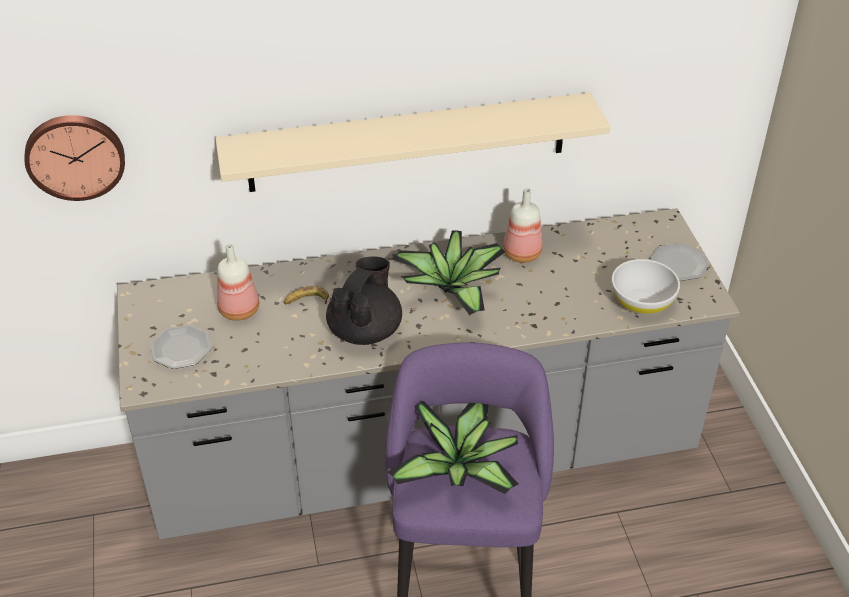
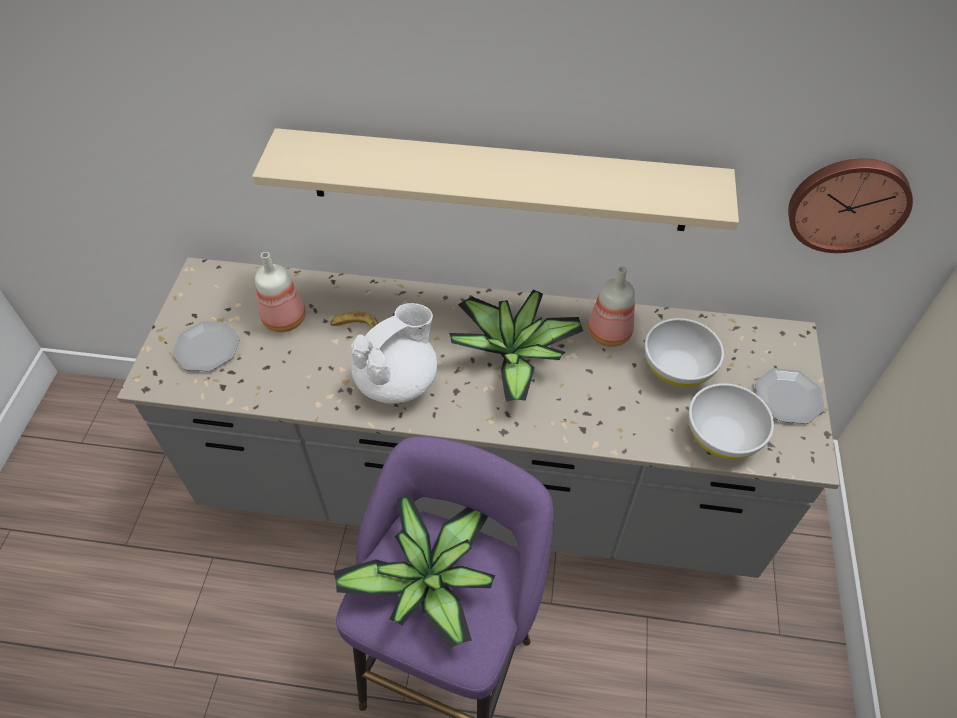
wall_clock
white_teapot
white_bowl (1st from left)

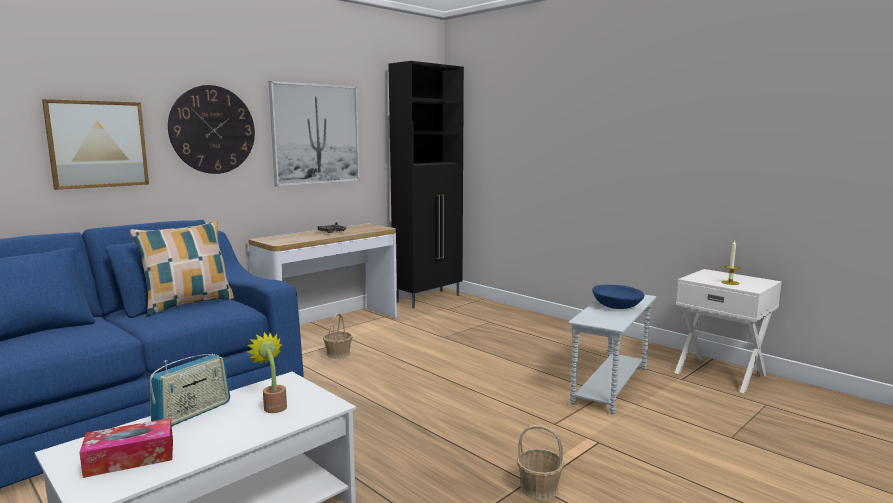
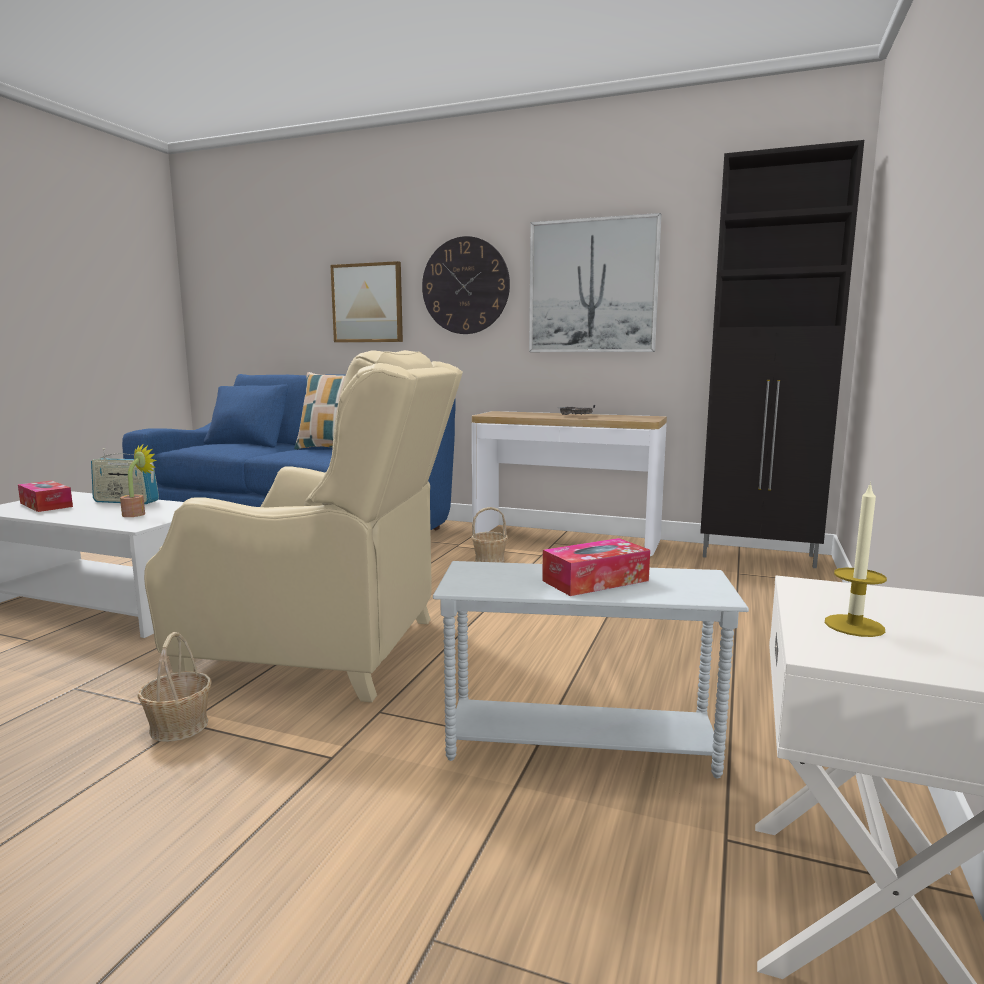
tissue_box (2nd from left)
beige_armchair

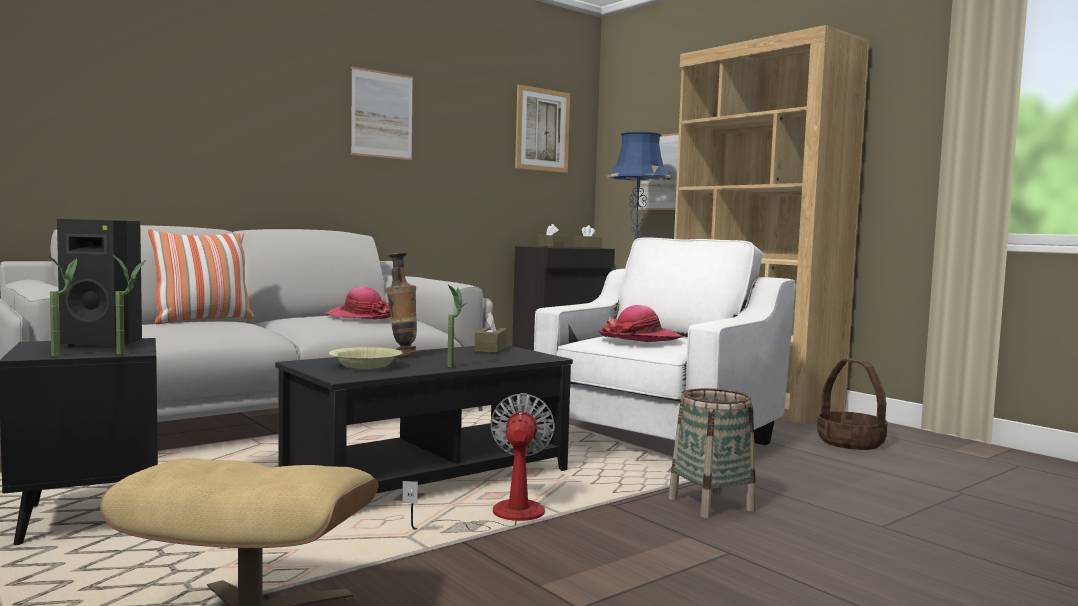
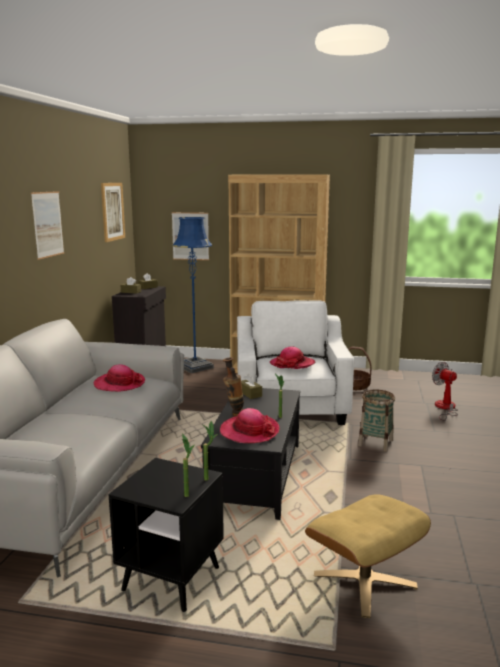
black_speaker
pillow
hat (2nd from left)
fan

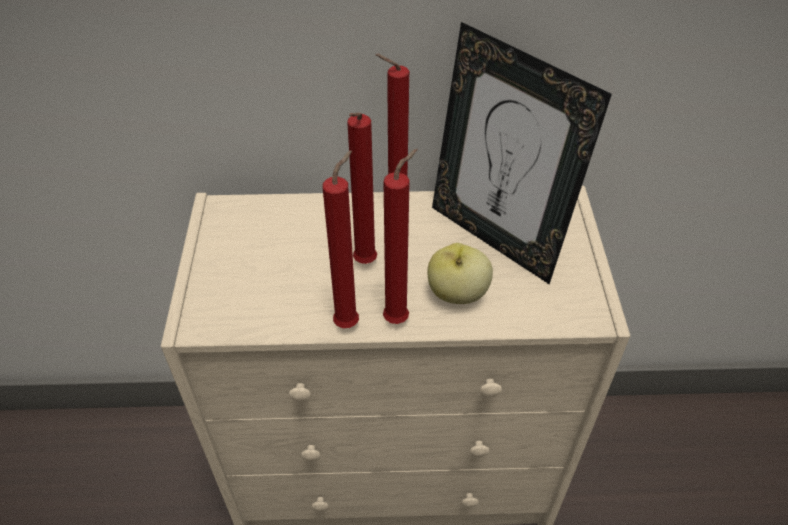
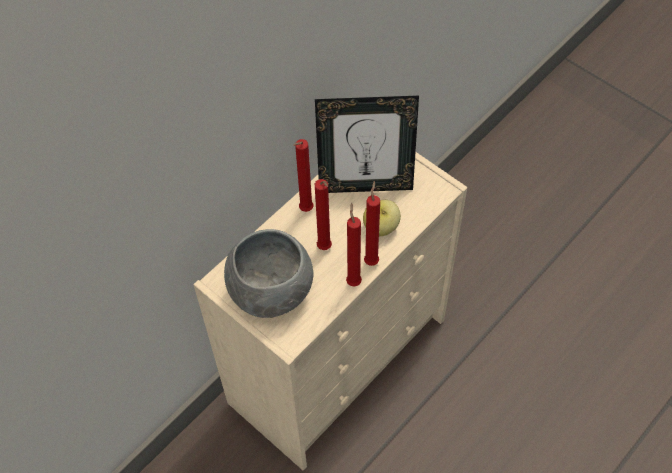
grey_bowl

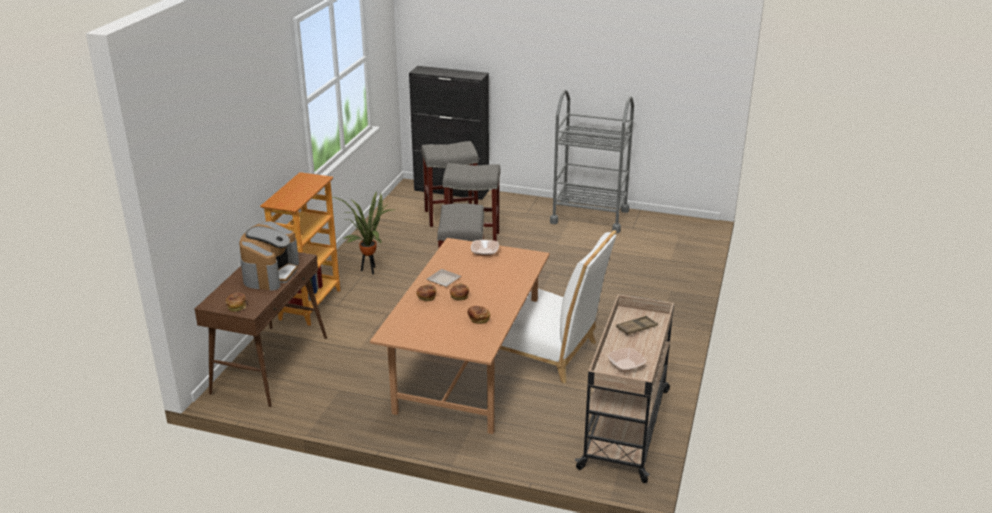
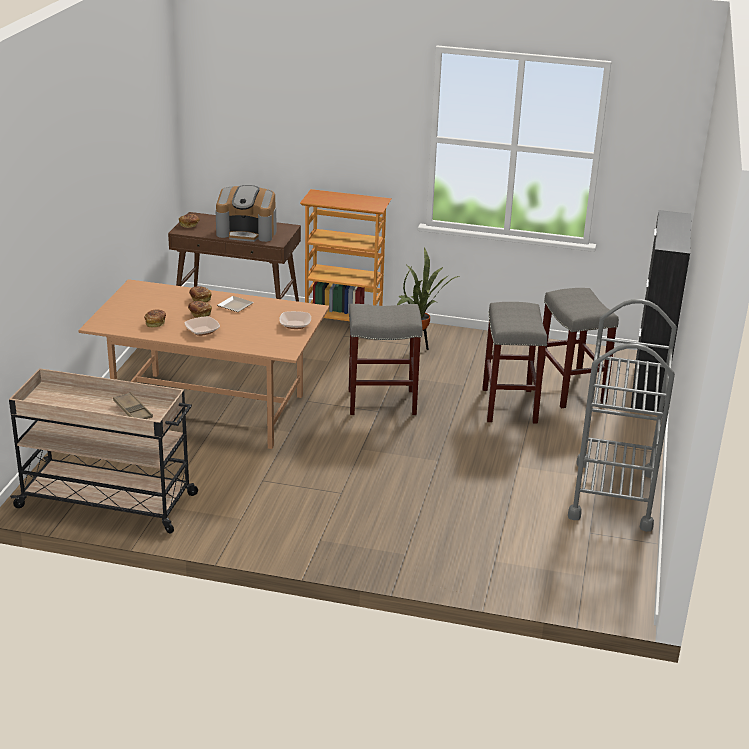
white_chair
bowl (1st from left)

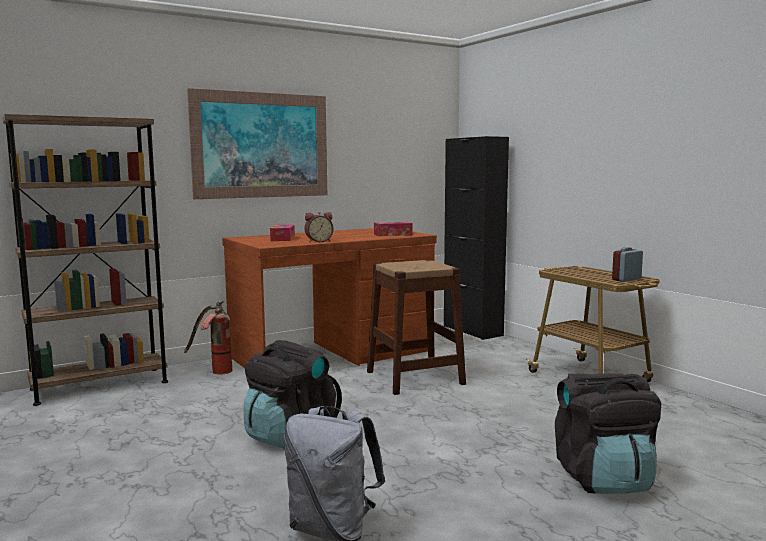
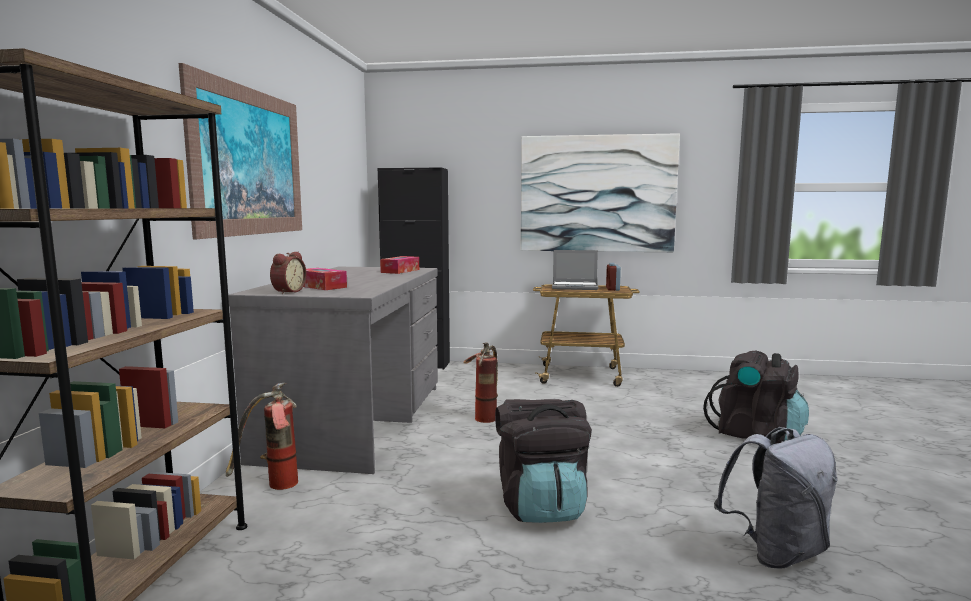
grey_desk
alarm_clock (1st from left)
fire_extinguisher (2nd from left)
picture (2nd from left)
laptop

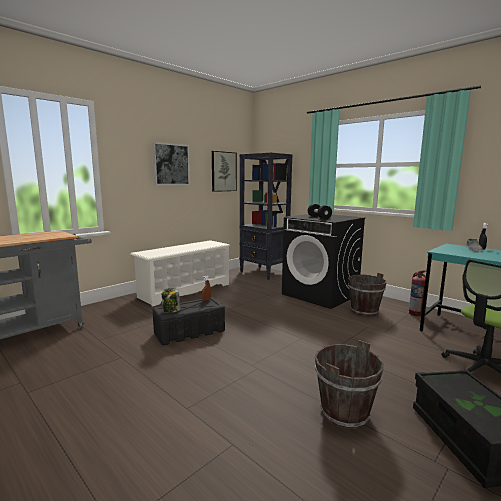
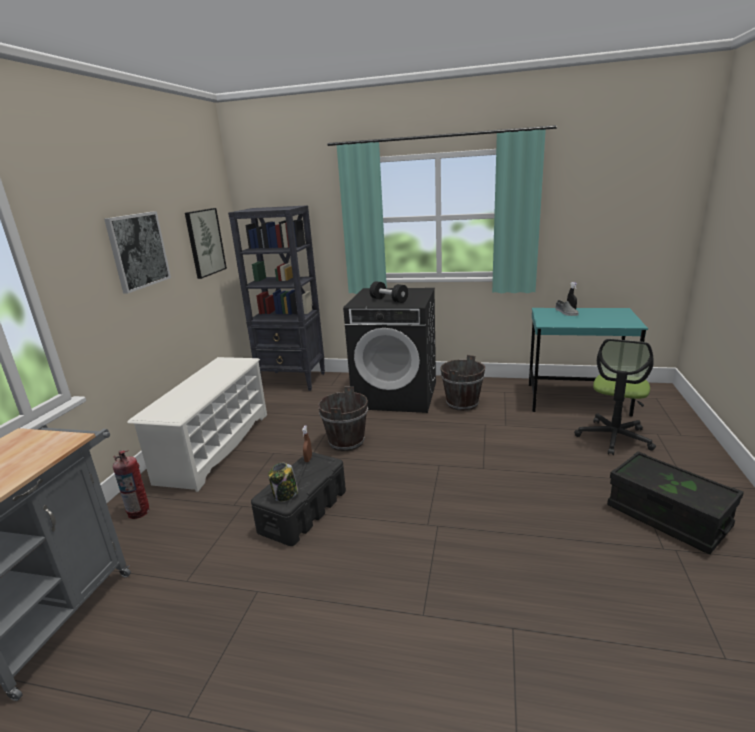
brown_bucket (1st from left)
fire_extinguisher

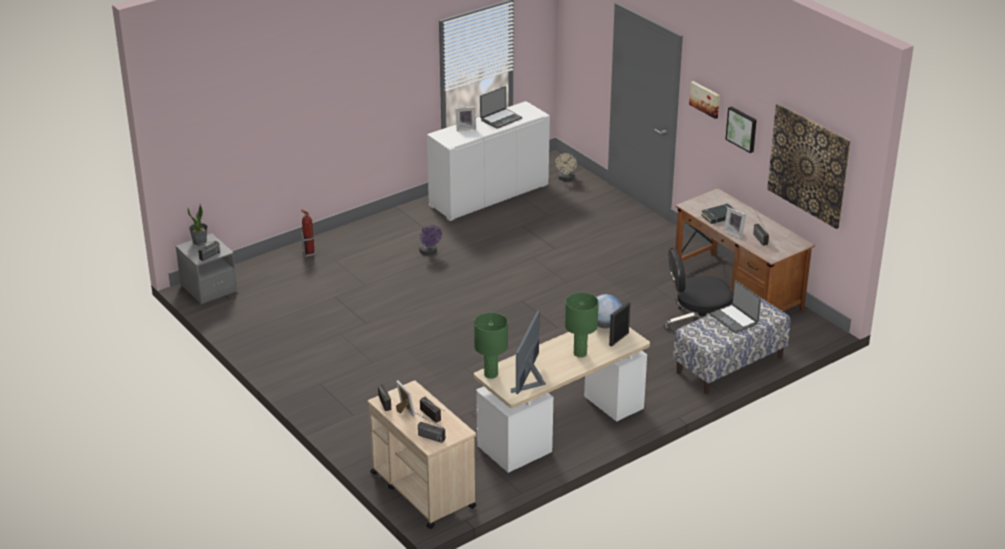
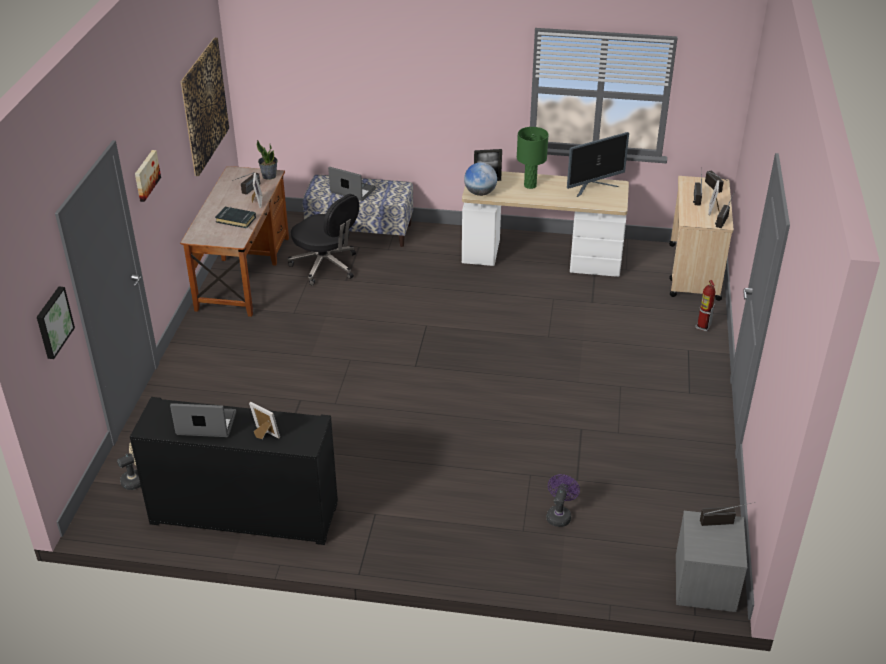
potted_plant
fire_extinguisher
purple_fan
black_cabinet
green_table_lamp (1st from left in the first image)
laptop (2nd from left)
picture (1st from left)

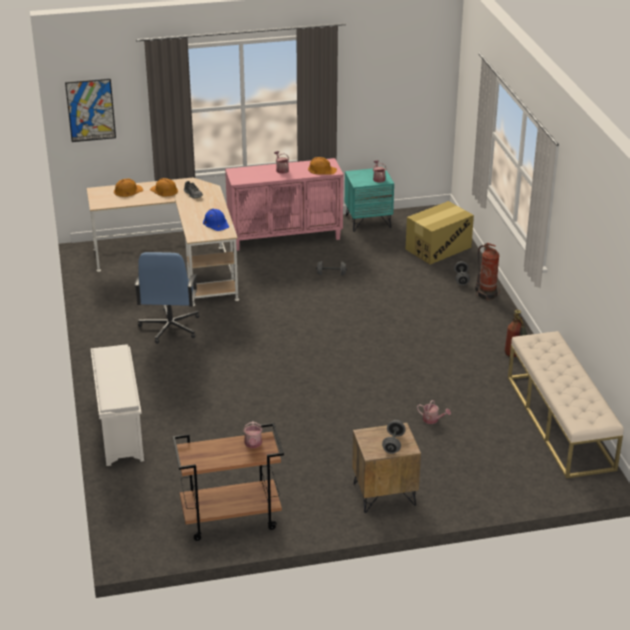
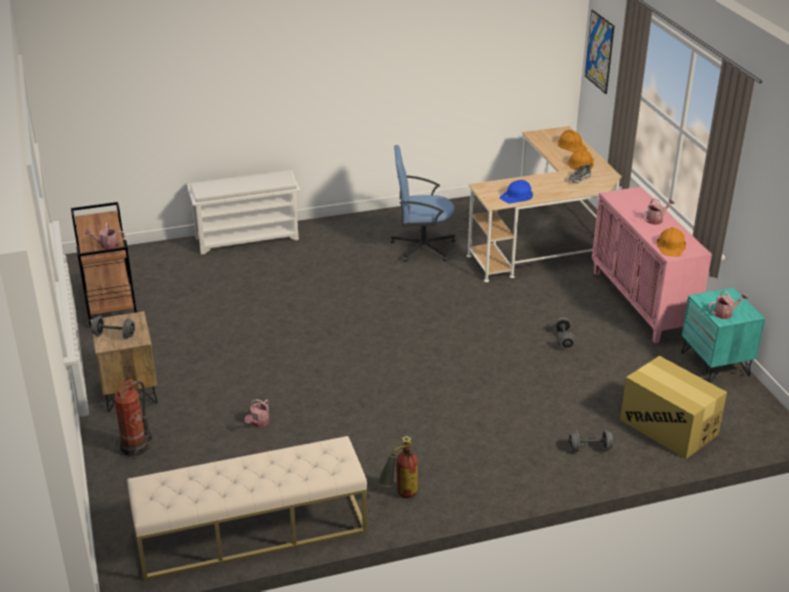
fire_extinguisher (1st from left)

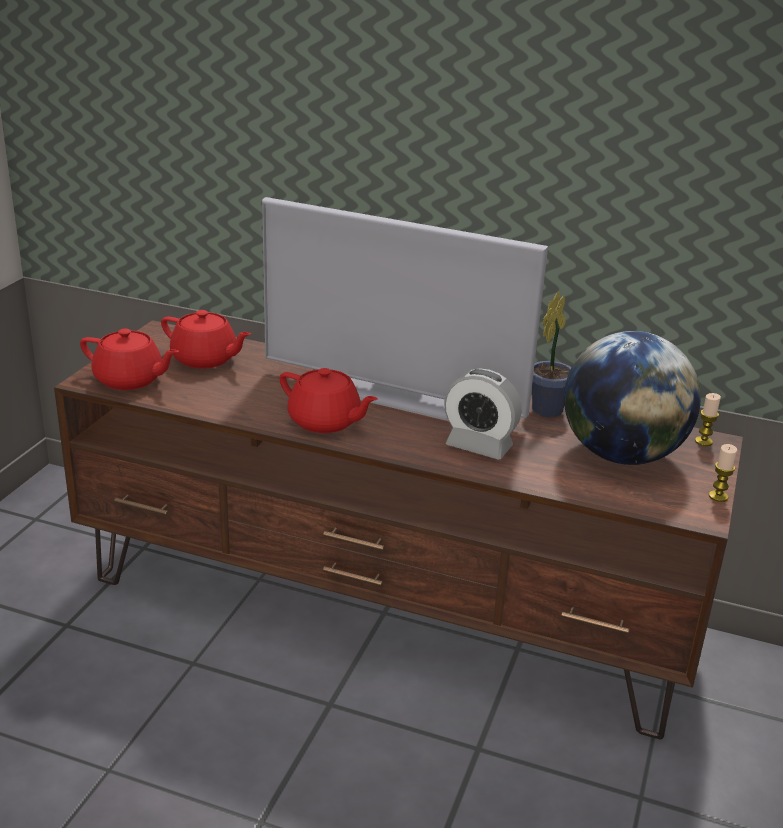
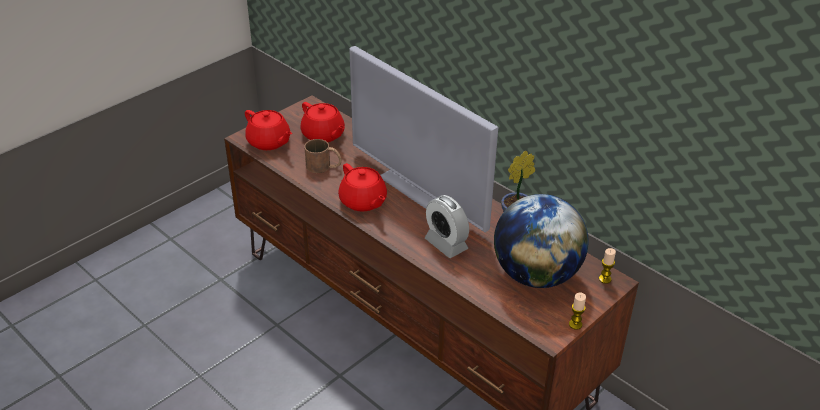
brown_mug

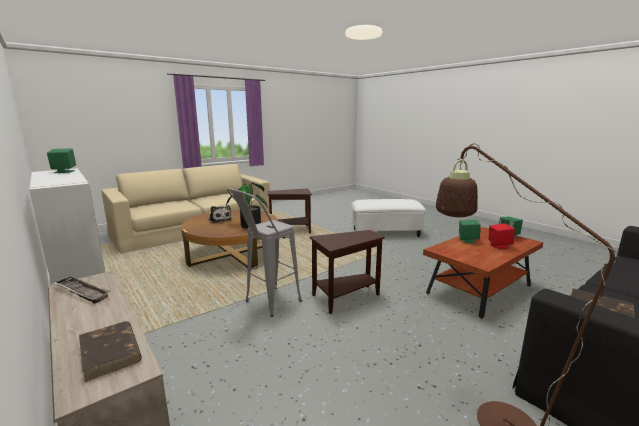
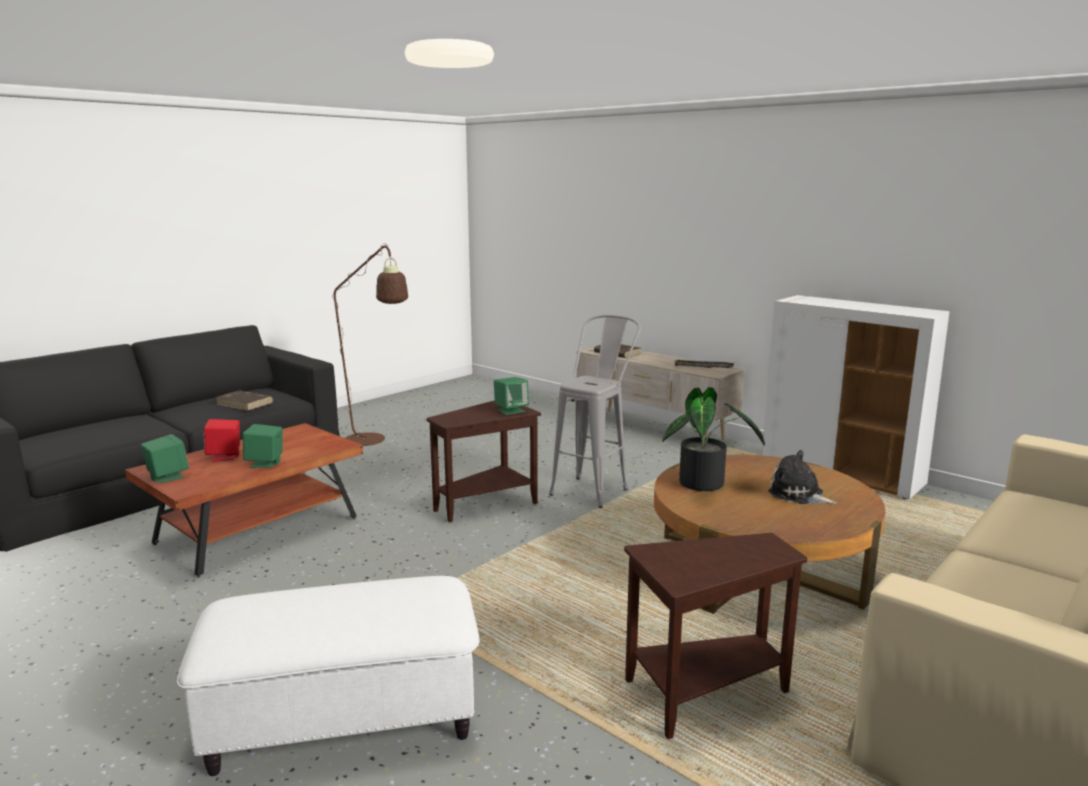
green_speaker (3rd from left)

